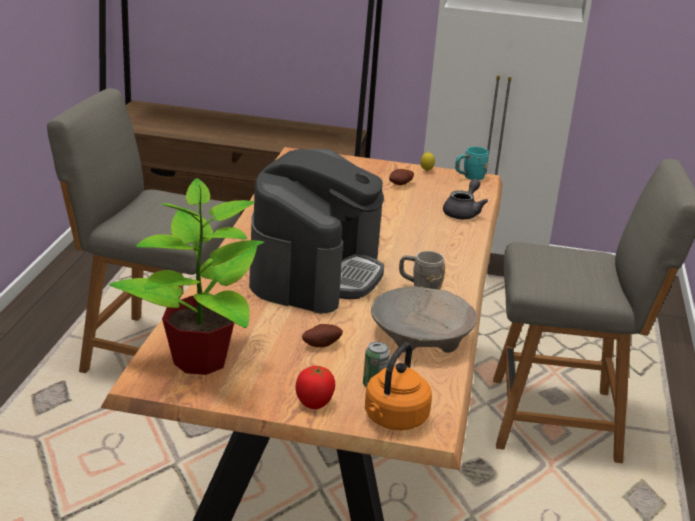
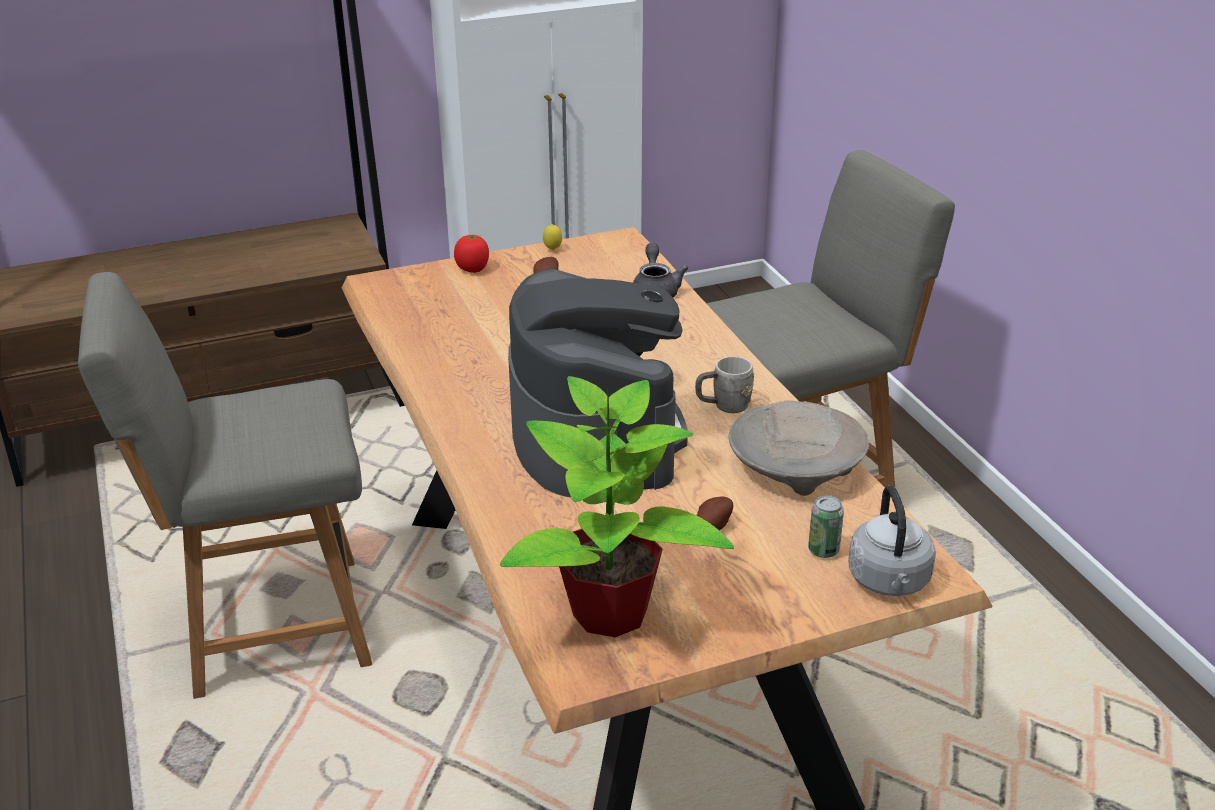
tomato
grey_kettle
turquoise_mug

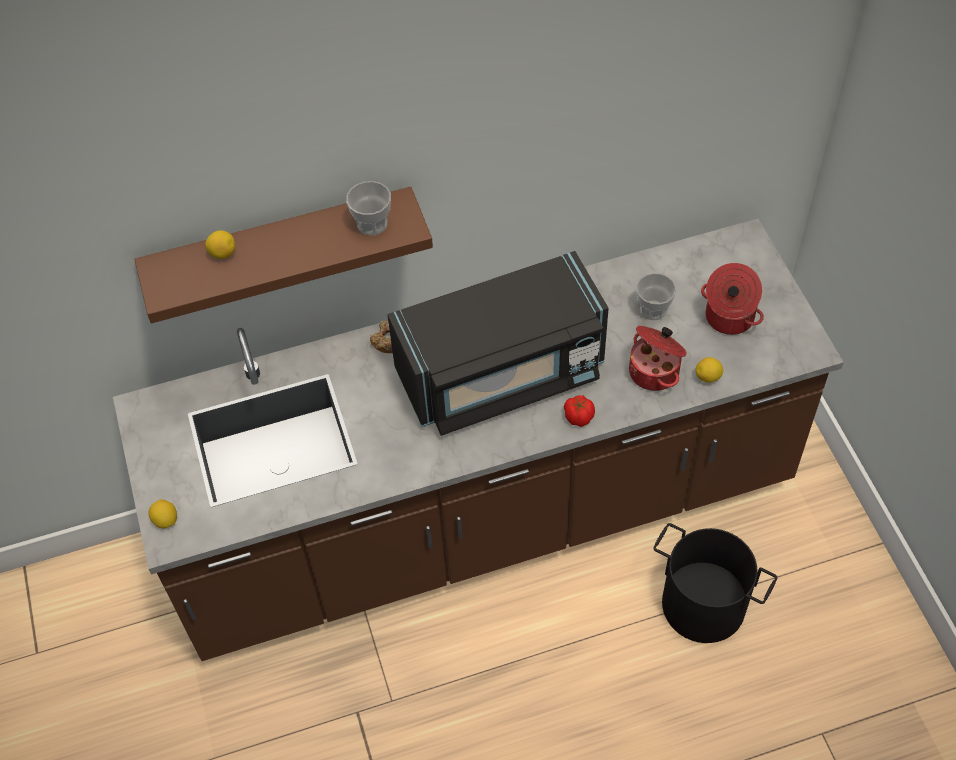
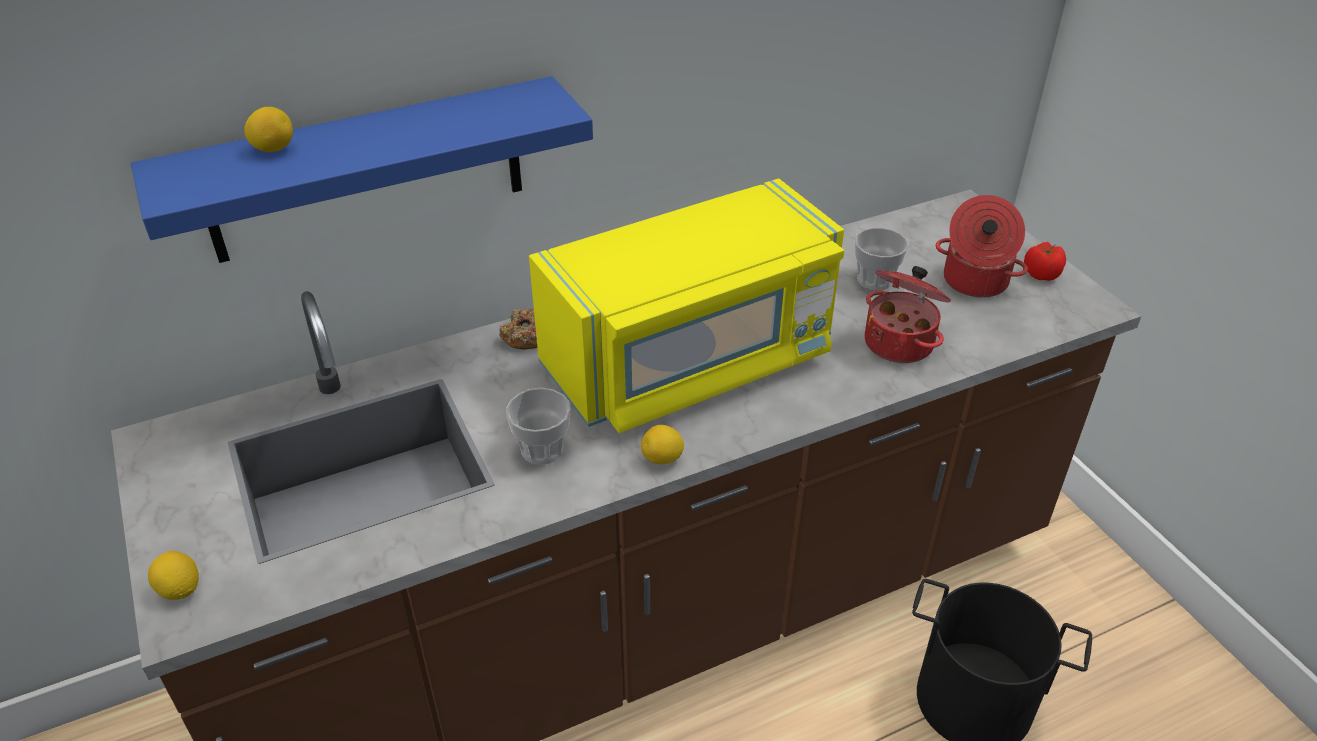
blue_shelf
cup (1st from left)
yellow_microwave
tomato
lemon (3rd from left)

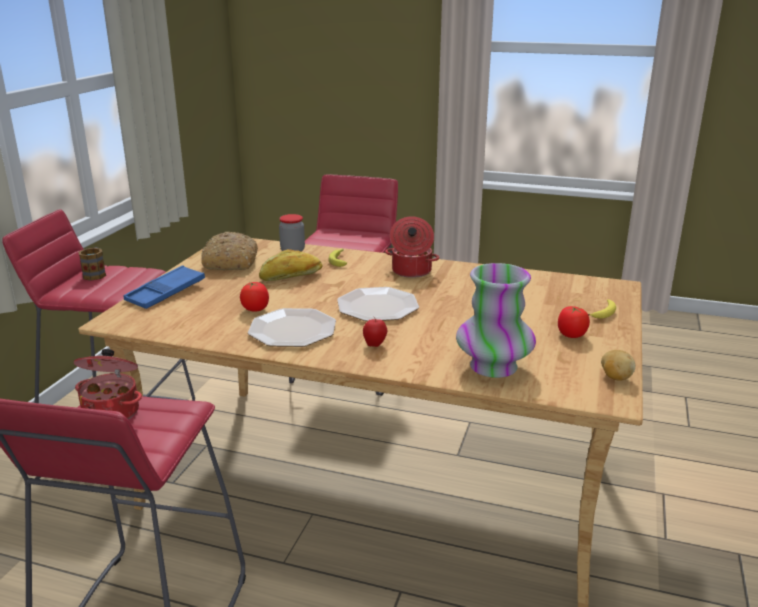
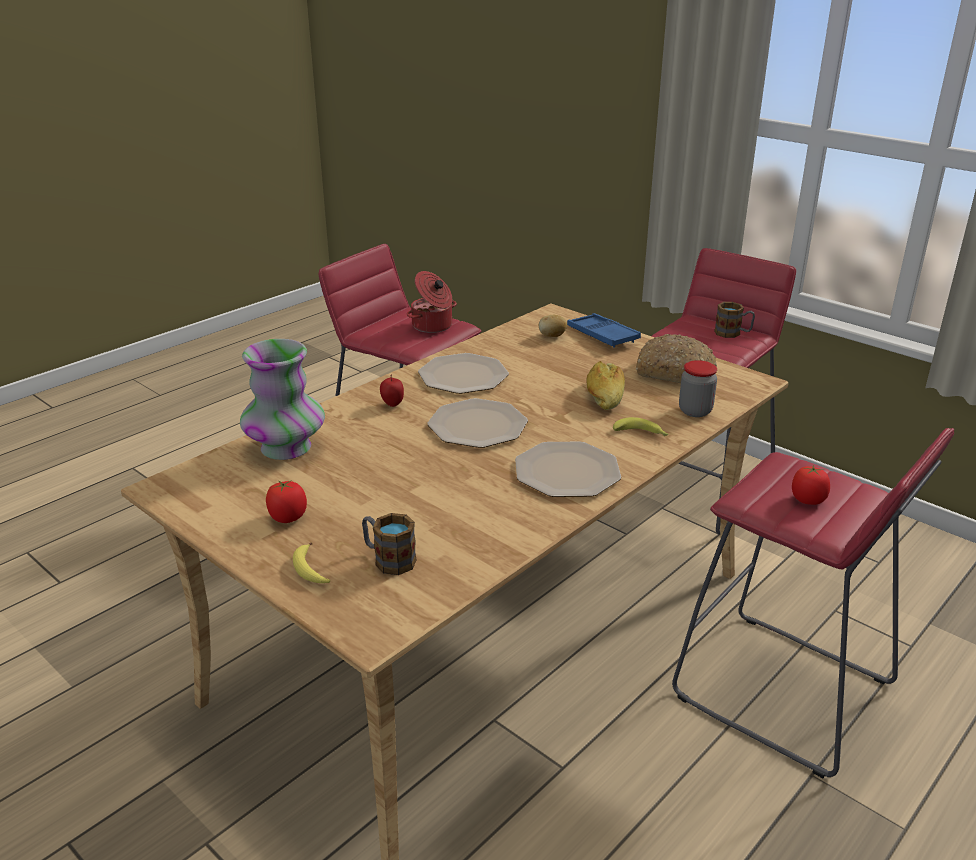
tomato (2nd from left)
plate (3rd from left)
potato
mug (1st from left)

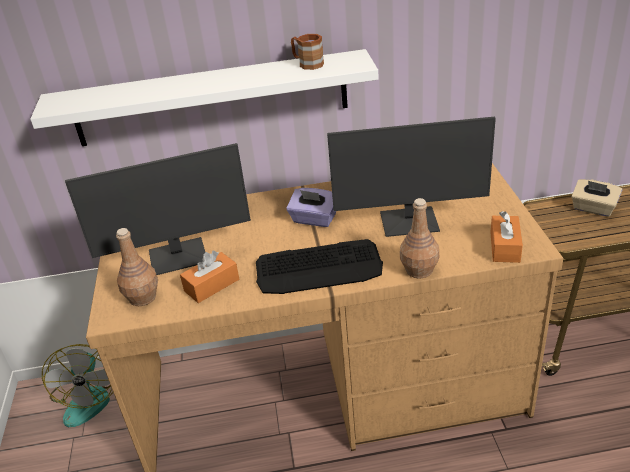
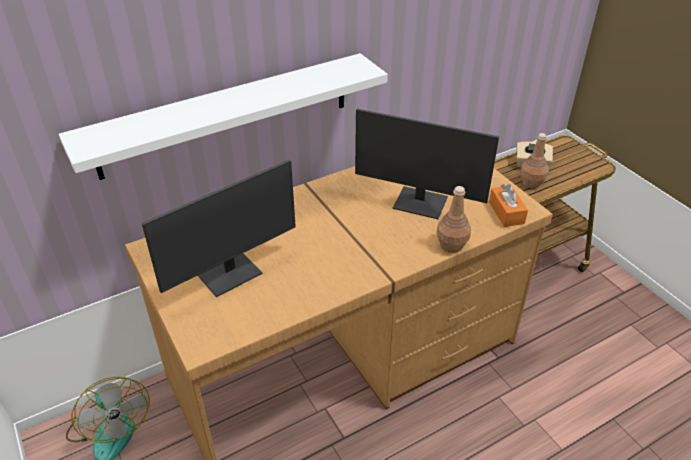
brown_bottle (2nd from left)
orange_tissue_box (1st from left in the first image)
keyboard
purple_tissue_box
brown_mug
monitor (2nd from left)

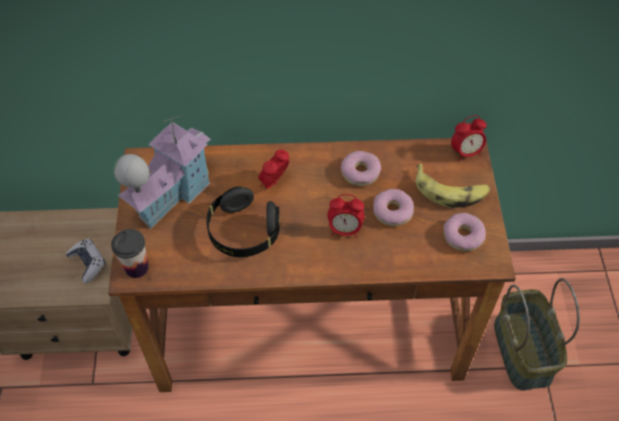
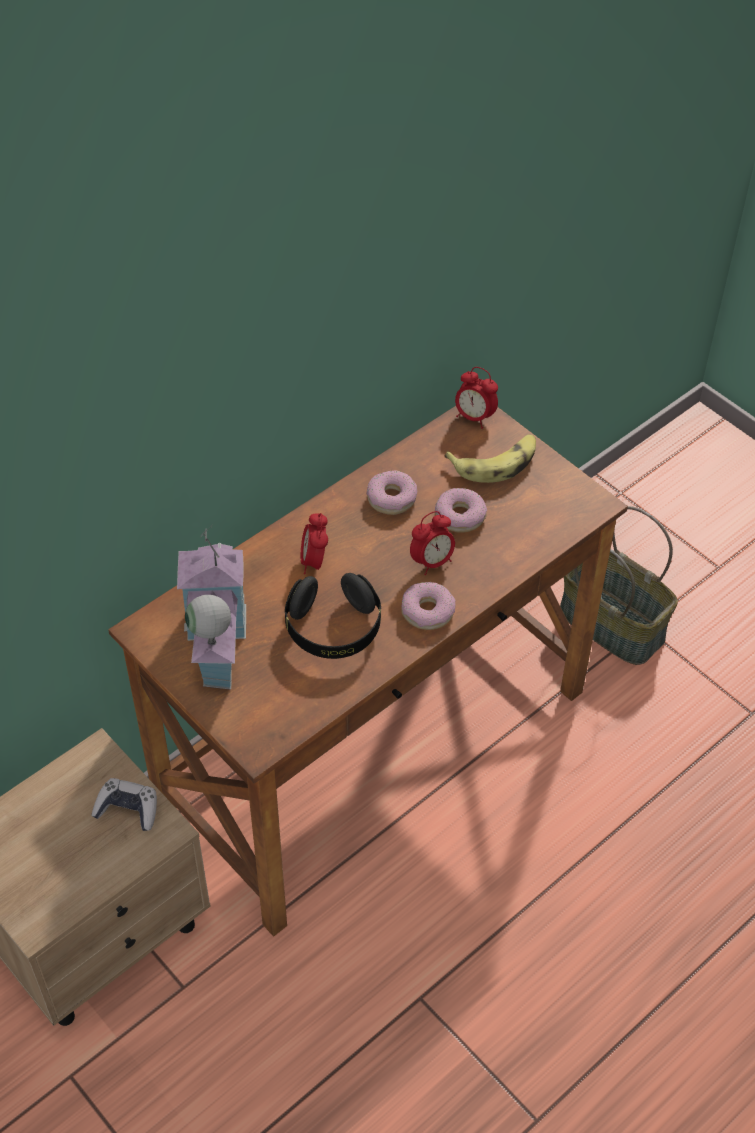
cup
donut (2nd from left)
alarm_clock (3rd from left)

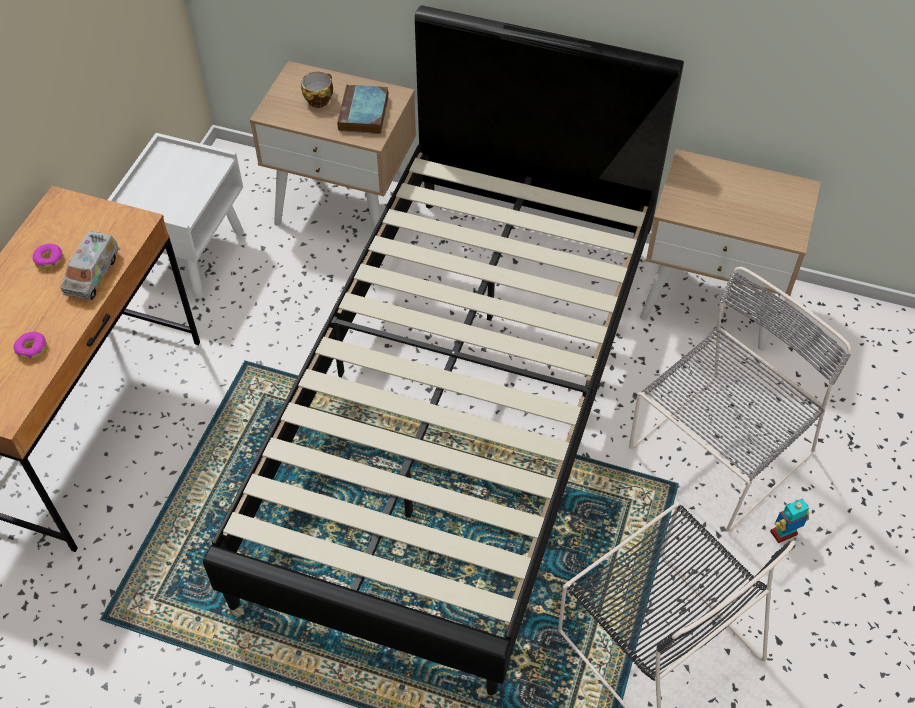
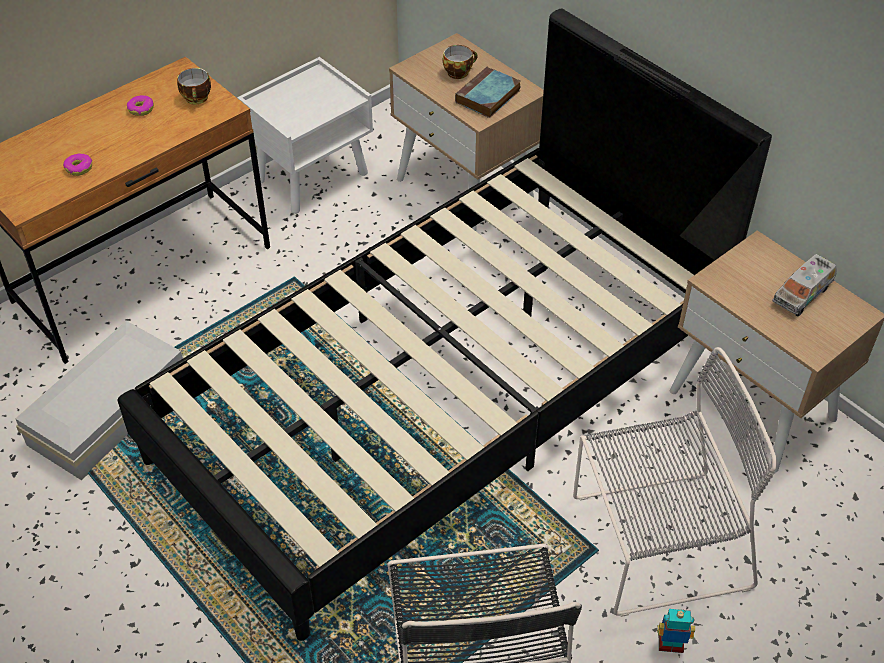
toy_truck
white_storage_box
cup (1st from left)

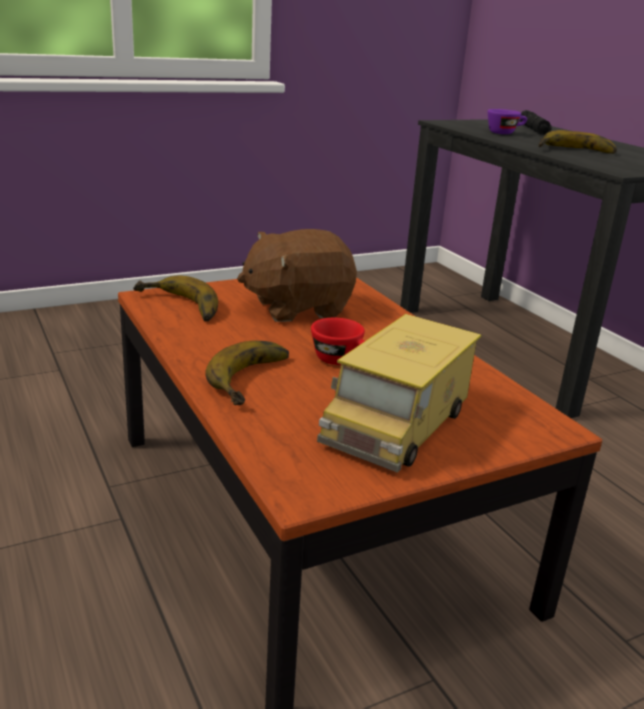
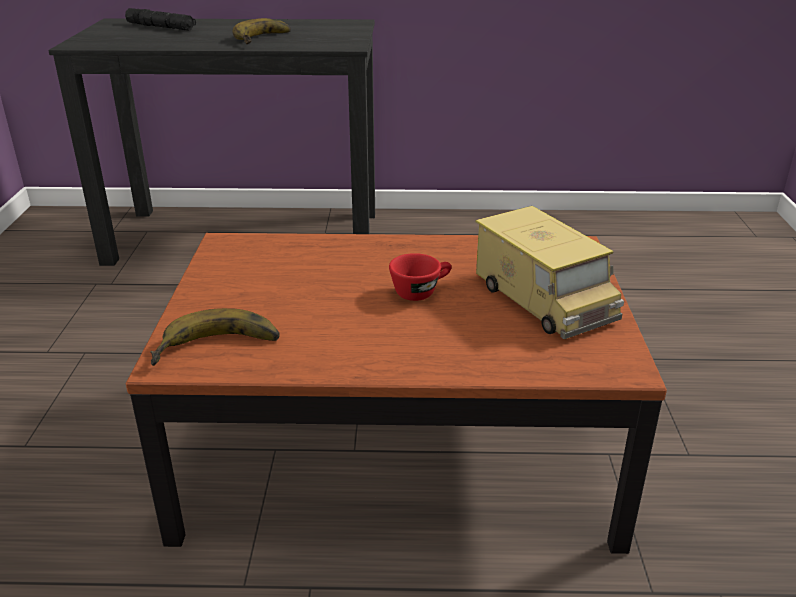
banana (2nd from left in the first image)
brown_plush_toy
purple_cup

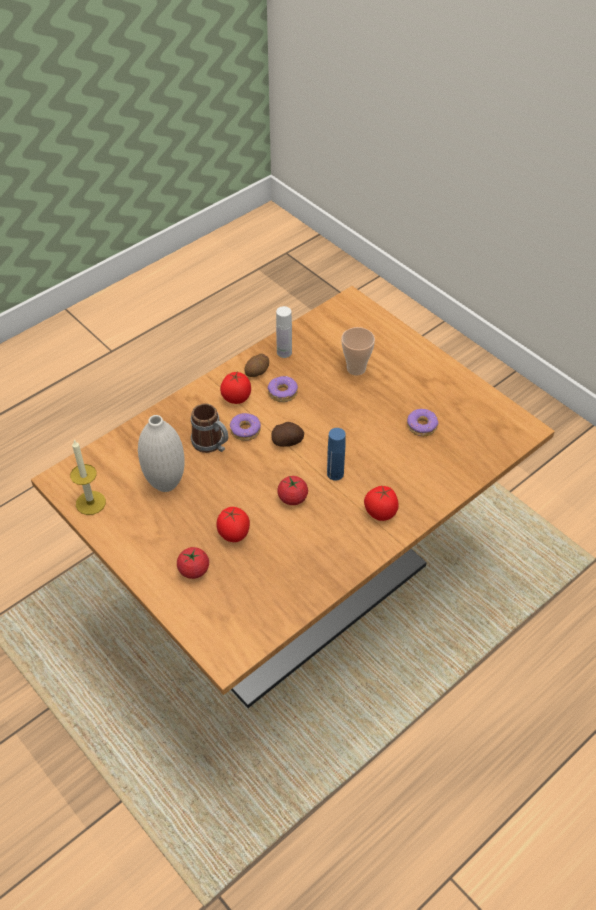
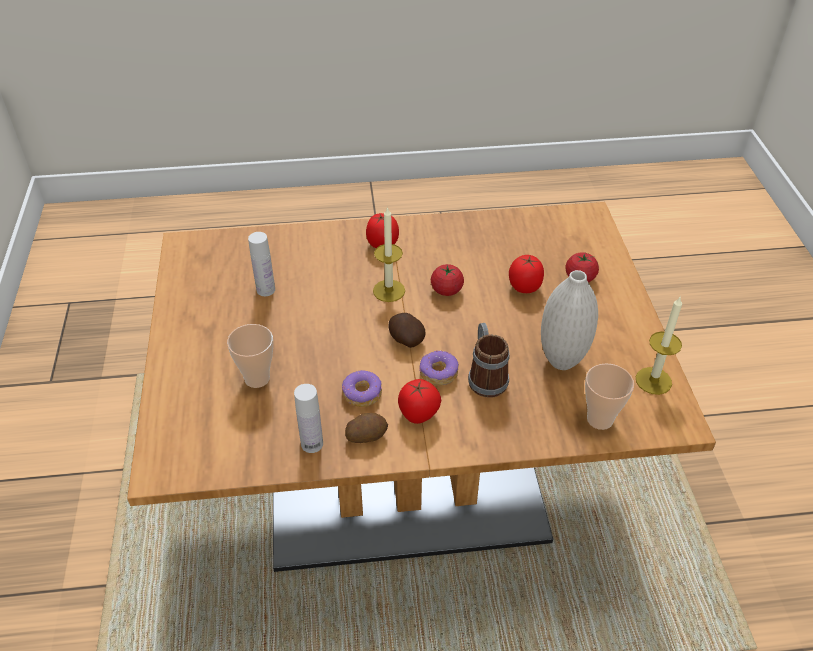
candle (1st from left)
white_bottle (1st from left)
cup (2nd from left)

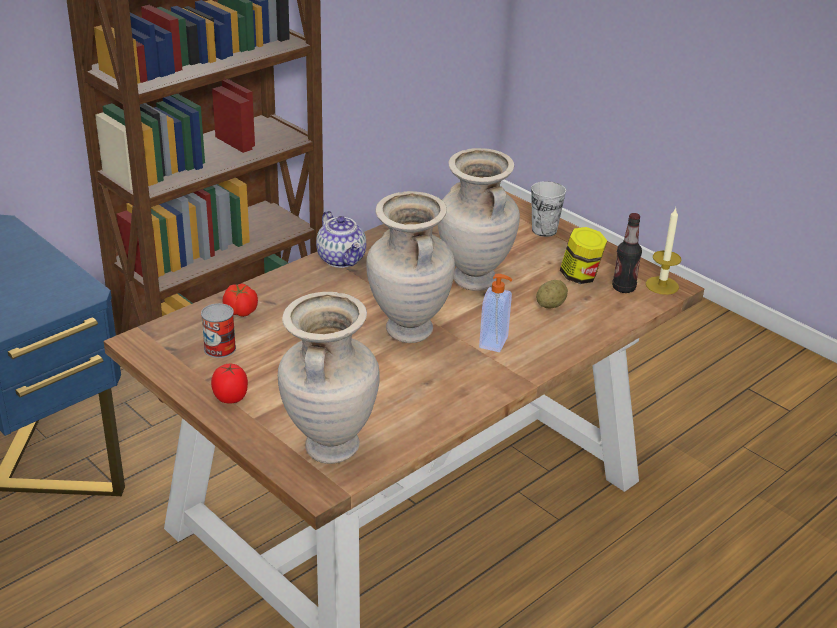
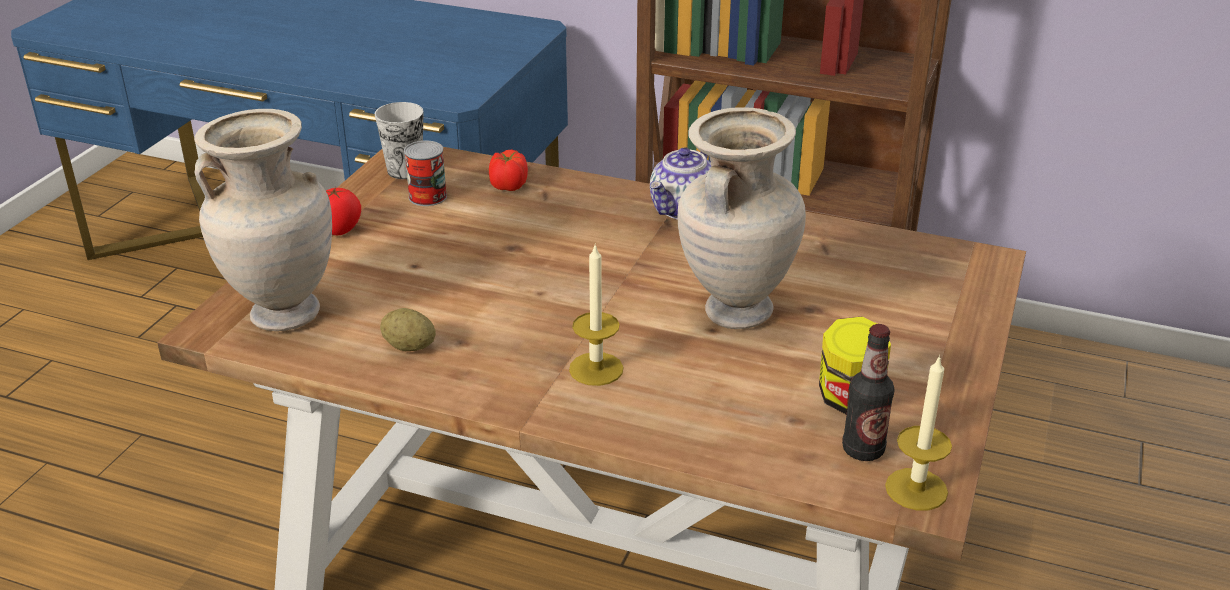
beige_vase (2nd from left in the first image)
candle (1st from left)
cup
potato

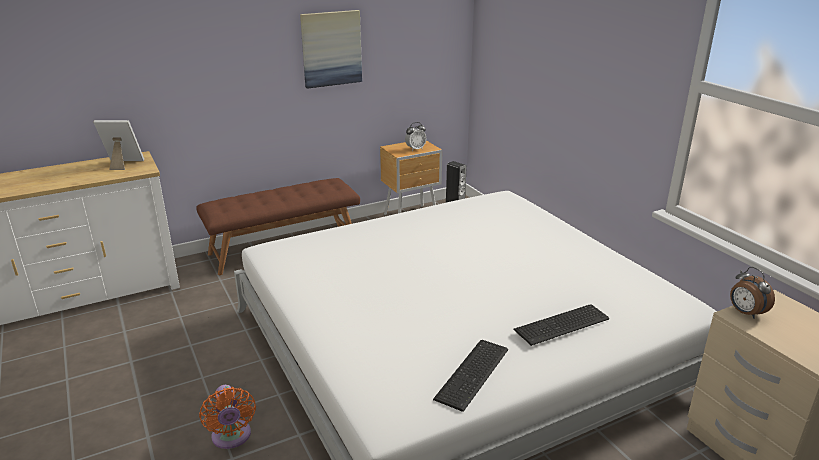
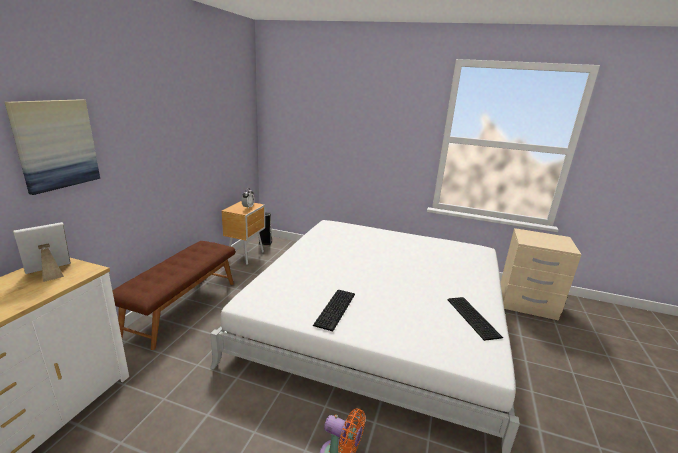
picture
keyboard (1st from left)
alarm_clock (2nd from left in the first image)

